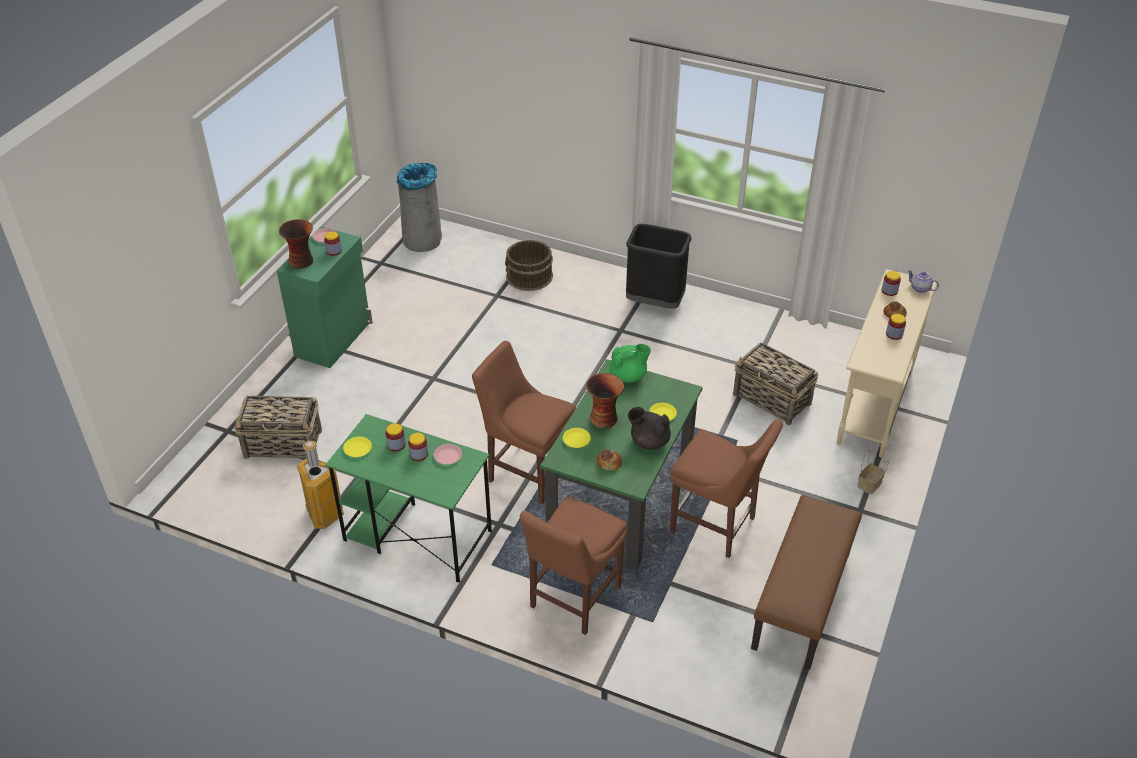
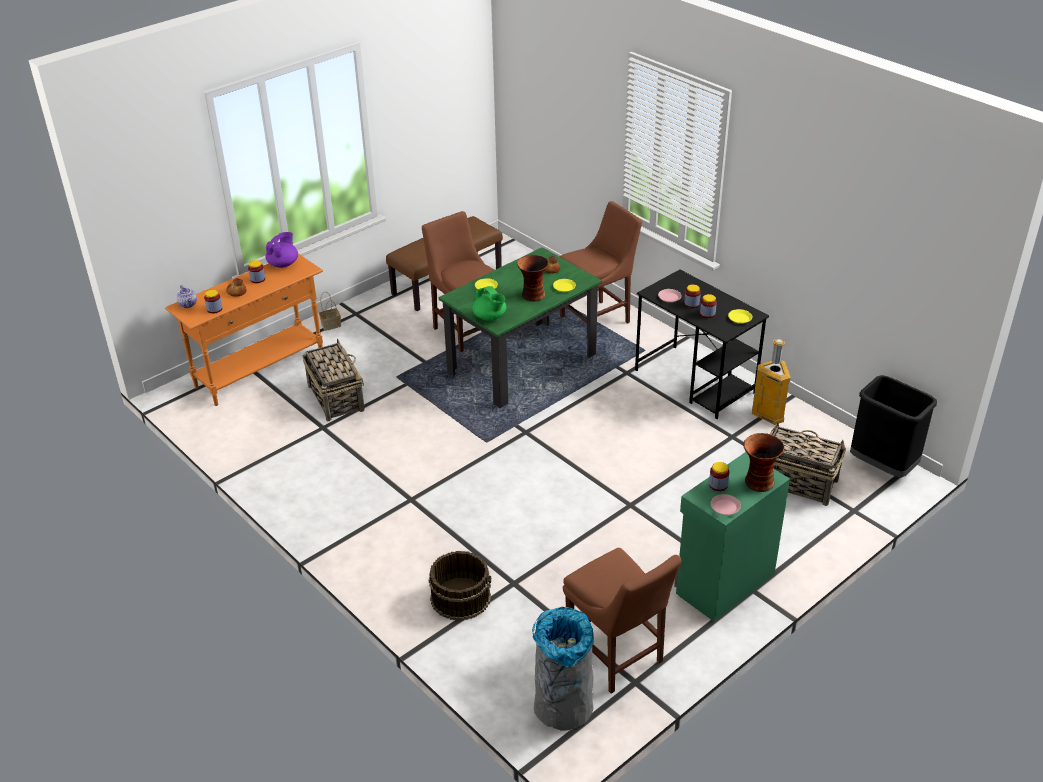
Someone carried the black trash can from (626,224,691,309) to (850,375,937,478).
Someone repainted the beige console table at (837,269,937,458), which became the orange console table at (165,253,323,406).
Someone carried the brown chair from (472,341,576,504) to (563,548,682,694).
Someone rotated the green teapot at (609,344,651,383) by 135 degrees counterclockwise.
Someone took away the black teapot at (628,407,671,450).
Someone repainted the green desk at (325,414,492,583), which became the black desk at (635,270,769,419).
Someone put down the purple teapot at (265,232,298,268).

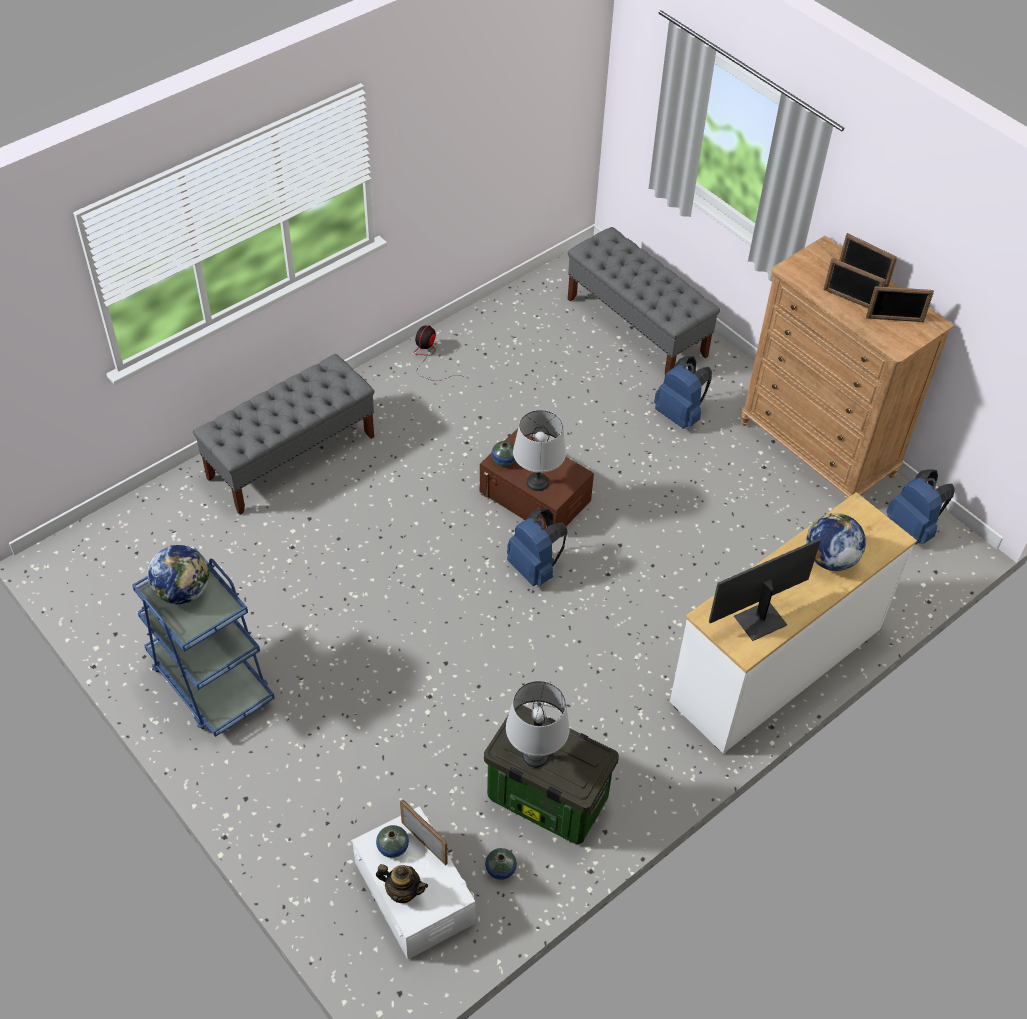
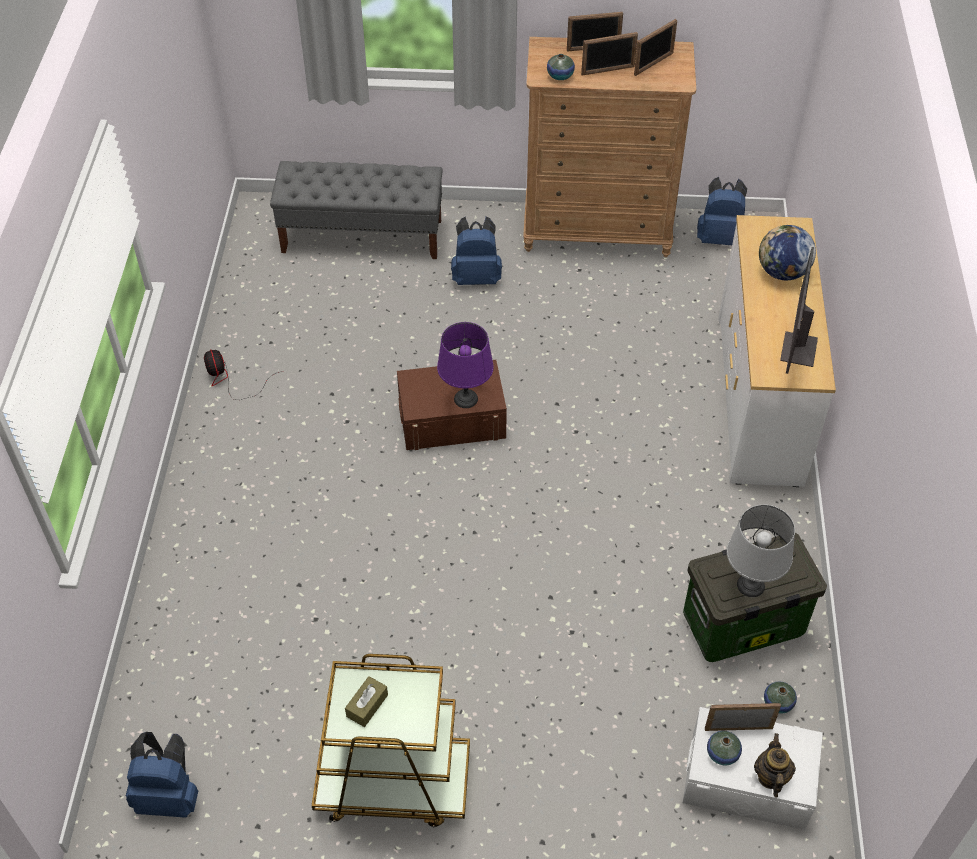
Someone took away the grey bench at (193,354,375,515).
Someone repainted the grey table lamp at (513,410,566,491), which became the purple table lamp at (437,322,494,408).
Someone carried the vase from (491,441,516,466) to (547,54,575,80).
Someone carried the blue backpack from (507,508,568,586) to (126,732,198,818).
Someone swapped the globe at (148,545,209,604) for the brown tissue box at (345,676,388,727).
Someone repainted the blue cart at (132,548,275,737), which became the brown cart at (312,654,470,827).
Someone rotated the teapot at (376,864,428,903) by 60 degrees counterclockwise.

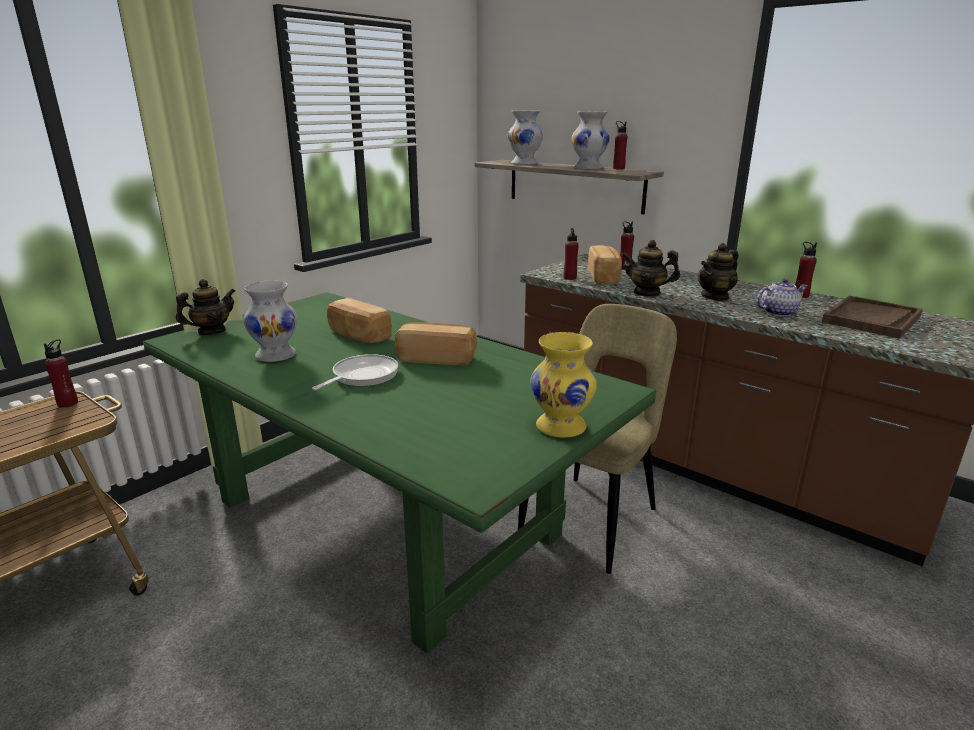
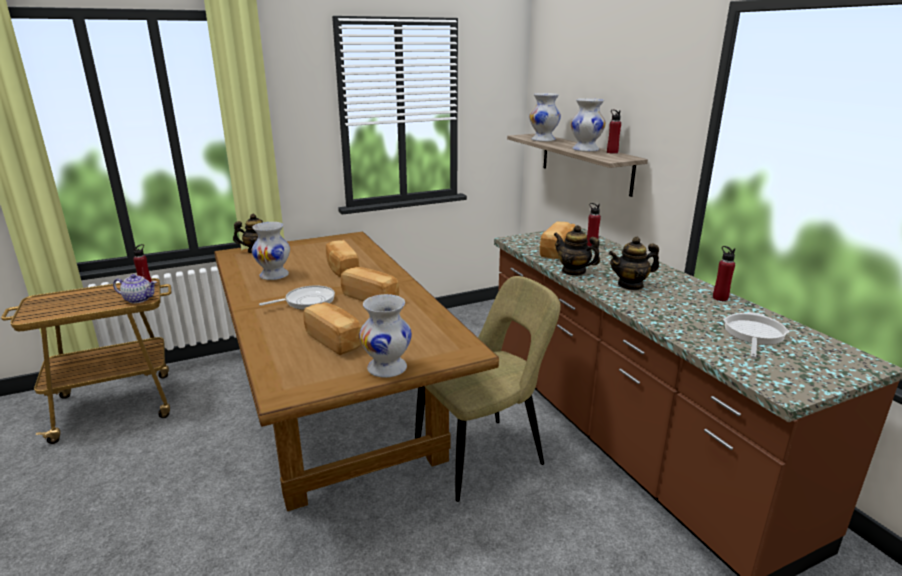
Someone took away the red bottle at (563,228,579,280).
Someone carried the teapot from (756,278,808,317) to (113,274,157,303).
Someone repainted the green dining table at (143,292,656,653), which became the brown dining table at (214,232,499,511).
Someone swapped the brown tray at (822,296,923,339) for the frying pan at (723,312,790,359).
Someone repainted the yellow vase at (530,332,597,438), which became the white vase at (359,294,412,378).
Someone put down the bread at (304,302,362,355).

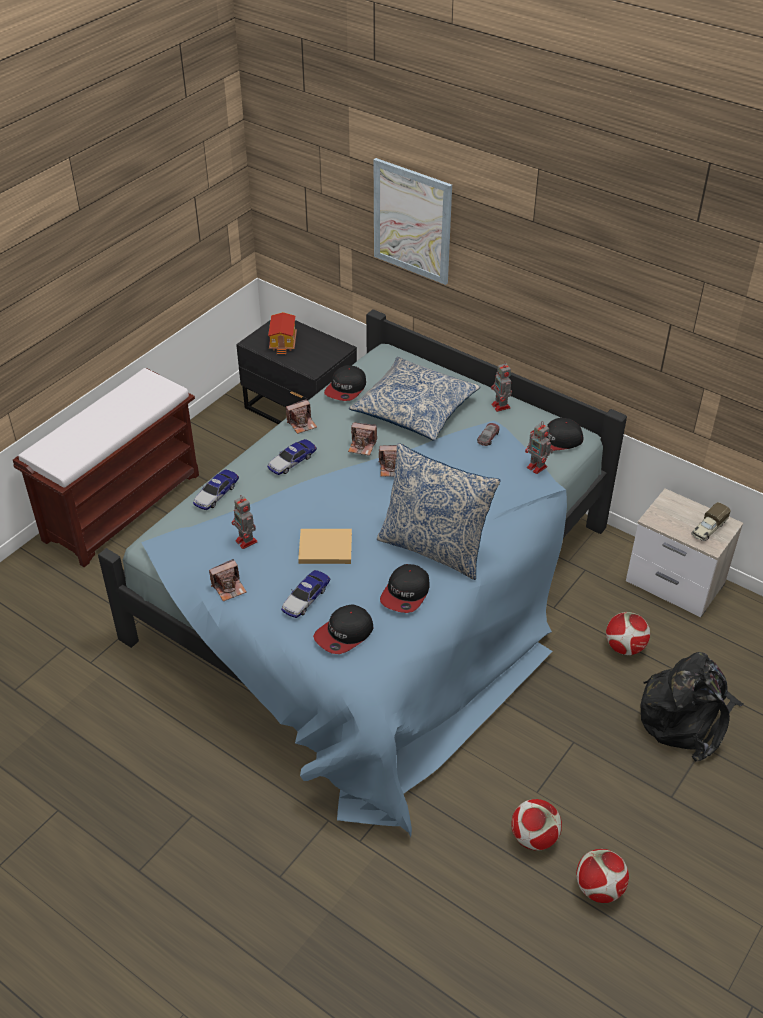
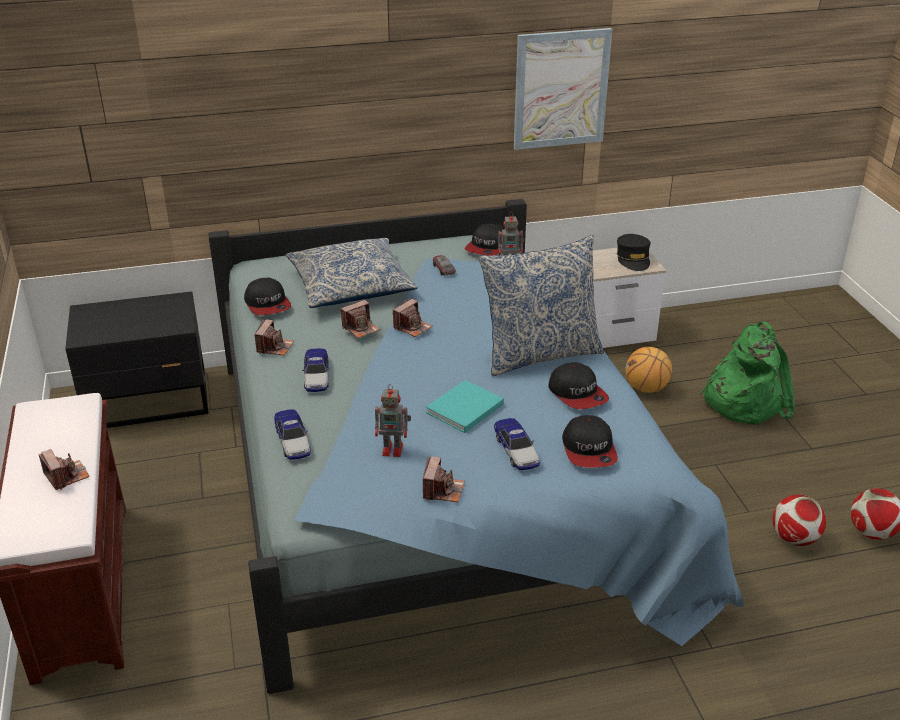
Someone carried the picture from (374,158,452,285) to (514,28,612,150).
Someone took away the toy house at (268,312,297,354).
Someone took away the toy robot at (491,361,512,412).
Someone swapped the toy truck at (691,502,731,541) for the black cap at (617,234,651,271).
Someone repainted the beige book at (298,529,352,564), which became the turquoise book at (426,380,504,433).
Someone swapped the football at (606,612,650,655) for the basketball at (625,347,672,393).
Someone repainted the black backpack at (640,652,743,761), which became the green backpack at (699,322,795,425).
Someone put down the photo camera at (39,449,90,490).

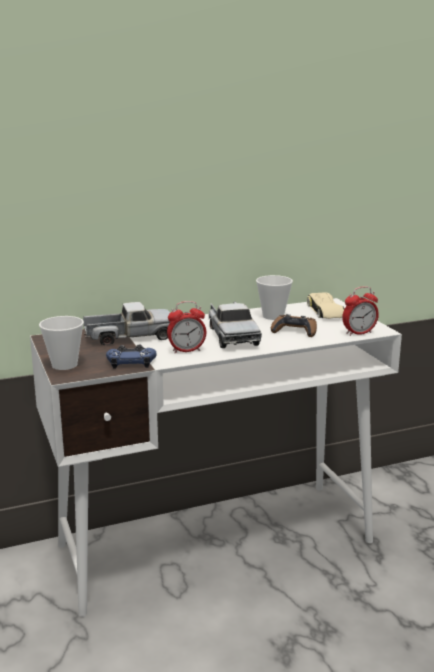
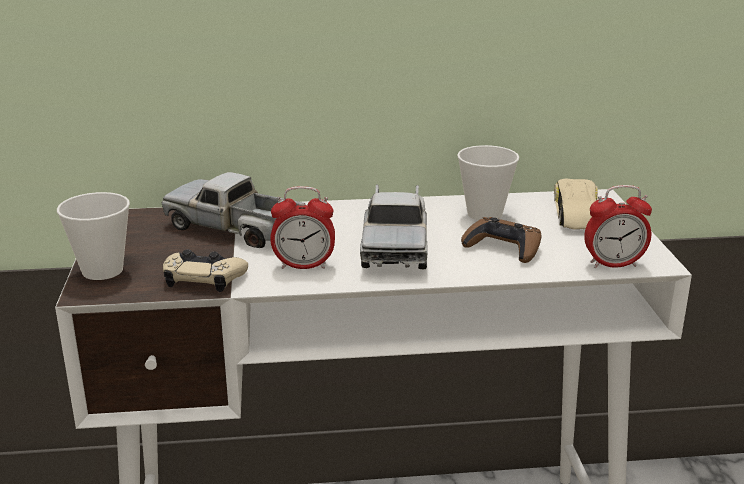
Someone rotated the toy truck at (83,302,171,345) by 150 degrees counterclockwise.
Someone repainted the blue game controller at (106,345,157,369), which became the beige game controller at (163,249,248,292).

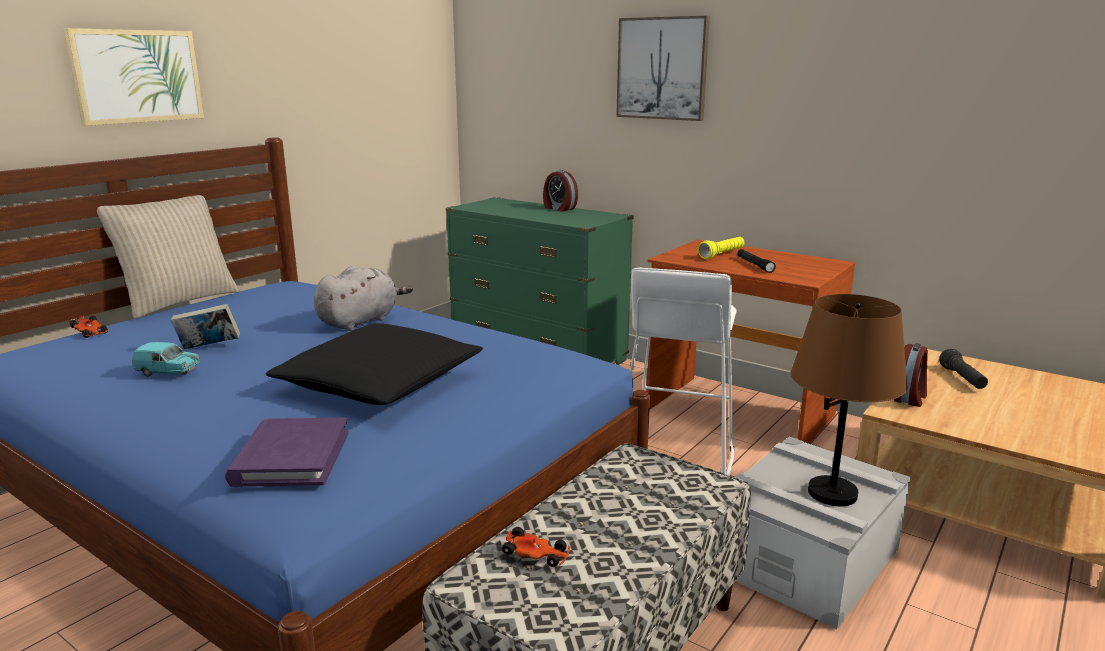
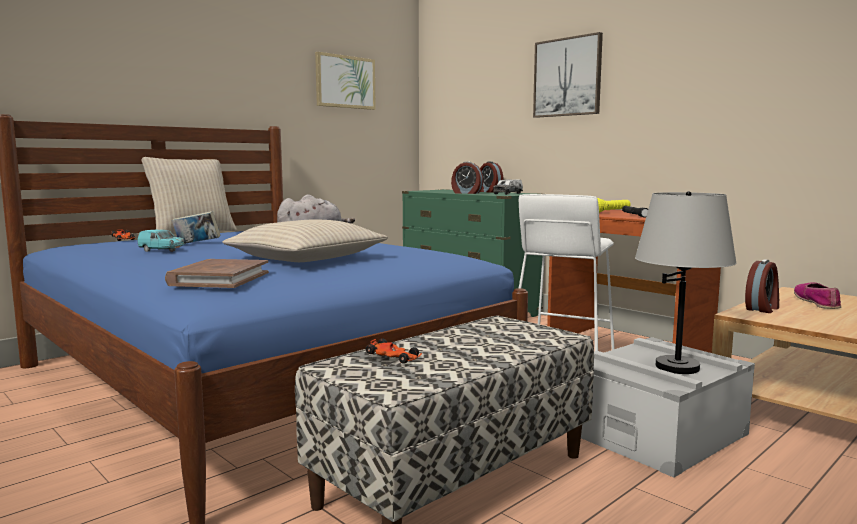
Someone carried the picture from (64,28,204,126) to (315,52,376,110).
Someone repainted the brown table lamp at (790,294,908,506), which became the grey table lamp at (635,191,737,374).
Someone repainted the black pillow at (266,323,482,405), which became the beige pillow at (222,219,388,262).
Someone swapped the black flashlight at (939,349,988,389) for the shoe at (794,282,841,309).
Someone repainted the purple book at (225,418,349,487), which became the brown book at (165,259,269,288).
Someone put down the alarm clock at (451,161,483,194).
Someone put down the toy truck at (493,180,523,195).

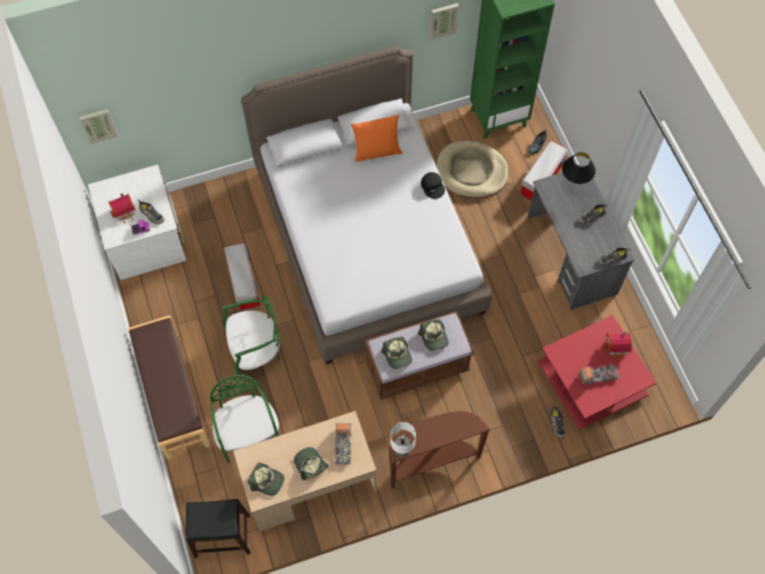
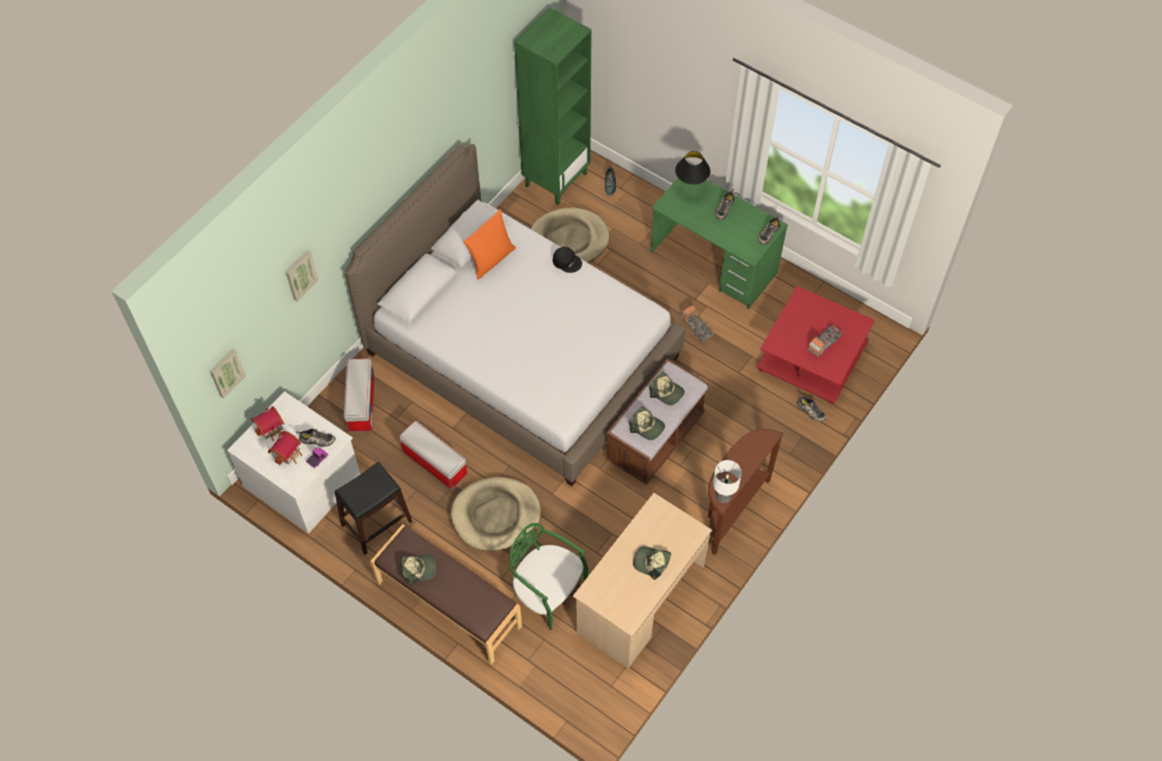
Someone carried the picture from (430,3,459,40) to (286,250,319,302).
Someone carried the storage box from (520,141,568,201) to (344,358,375,432).
Someone repainted the grey desk at (527,165,634,310), which became the green desk at (651,178,788,309).
Someone swapped the green chair at (222,295,280,380) for the beige dog bed at (451,477,541,551).
Someone carried the toy house from (603,332,632,360) to (251,406,284,441).
Someone carried the toy truck from (335,423,351,465) to (680,305,714,342).
Someone carried the cap from (248,463,285,496) to (401,555,436,586).
Someone carried the black stool from (186,499,250,558) to (335,462,413,555).

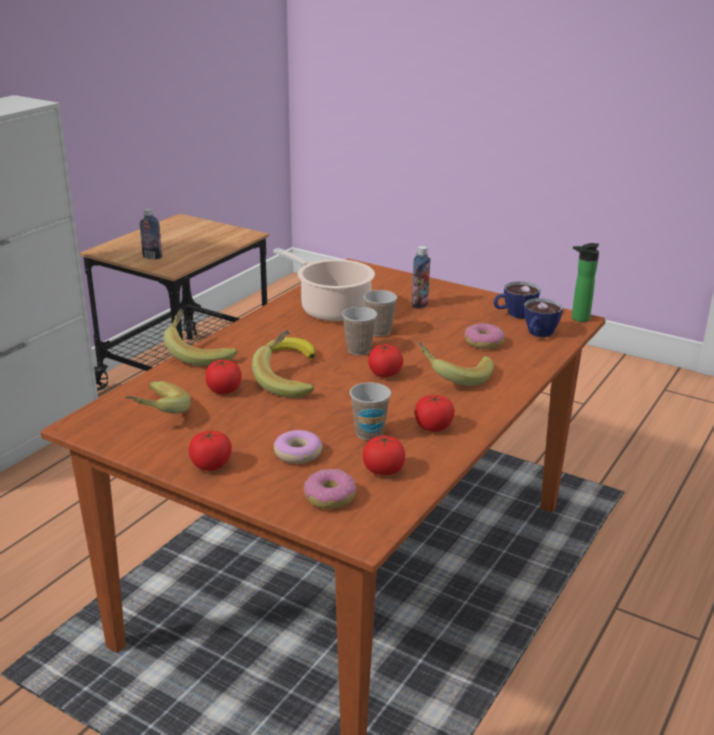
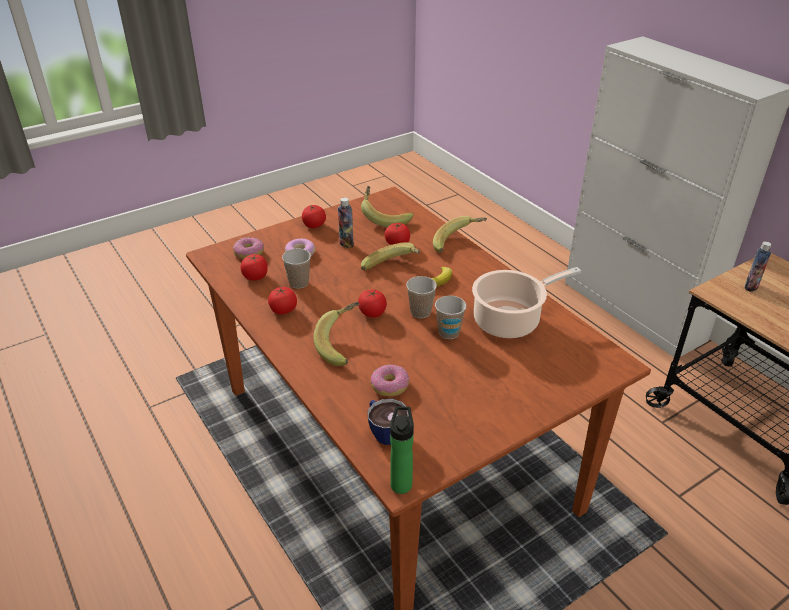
Someone carried the bottle from (412,246,430,309) to (338,197,354,248).
Someone took away the cup at (494,281,541,319).

